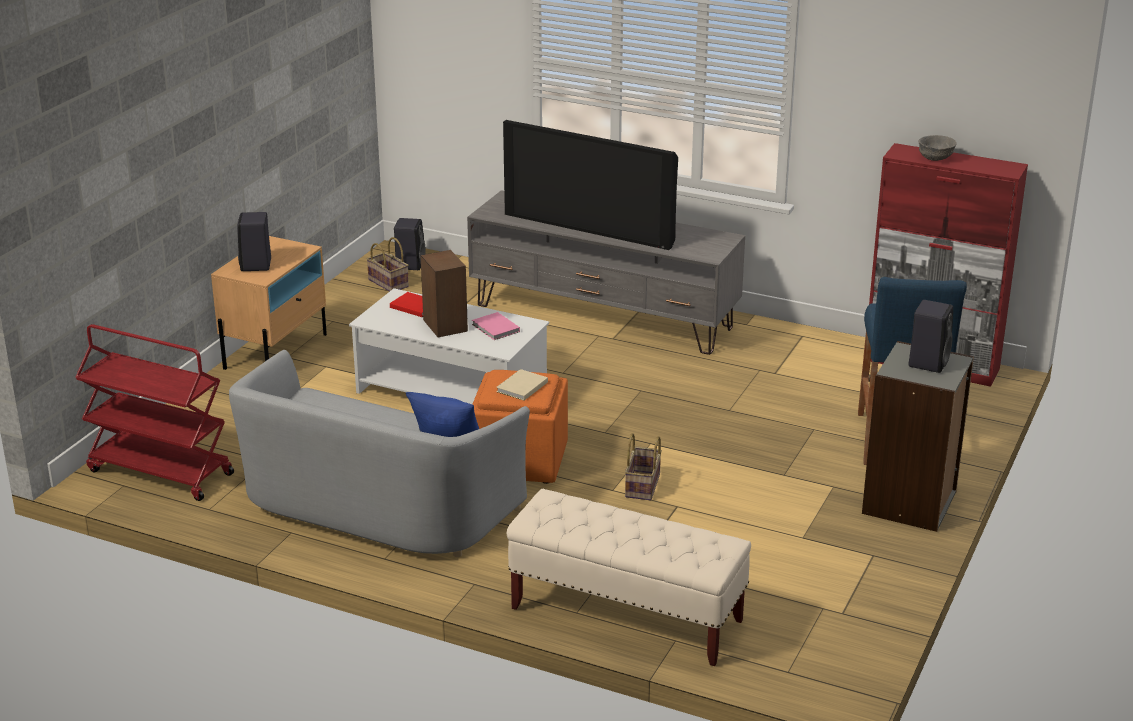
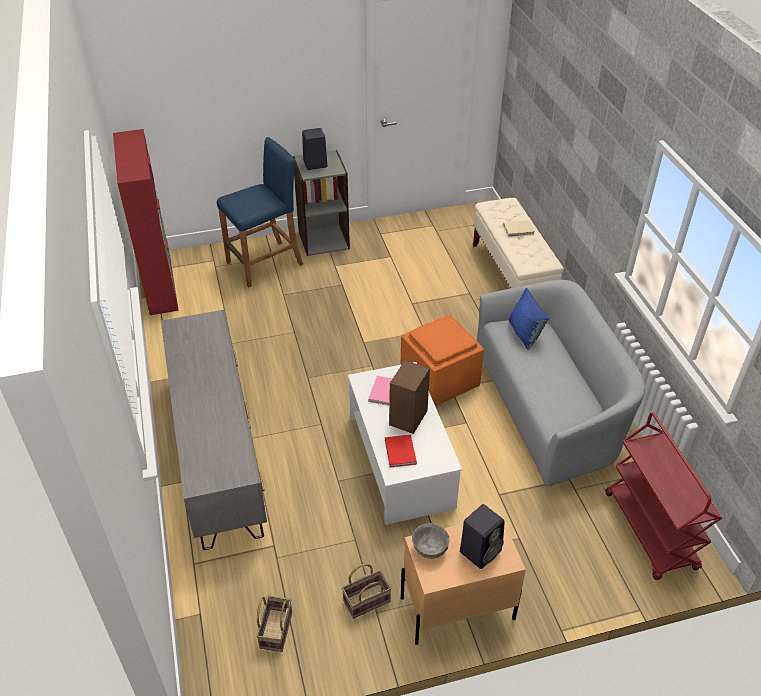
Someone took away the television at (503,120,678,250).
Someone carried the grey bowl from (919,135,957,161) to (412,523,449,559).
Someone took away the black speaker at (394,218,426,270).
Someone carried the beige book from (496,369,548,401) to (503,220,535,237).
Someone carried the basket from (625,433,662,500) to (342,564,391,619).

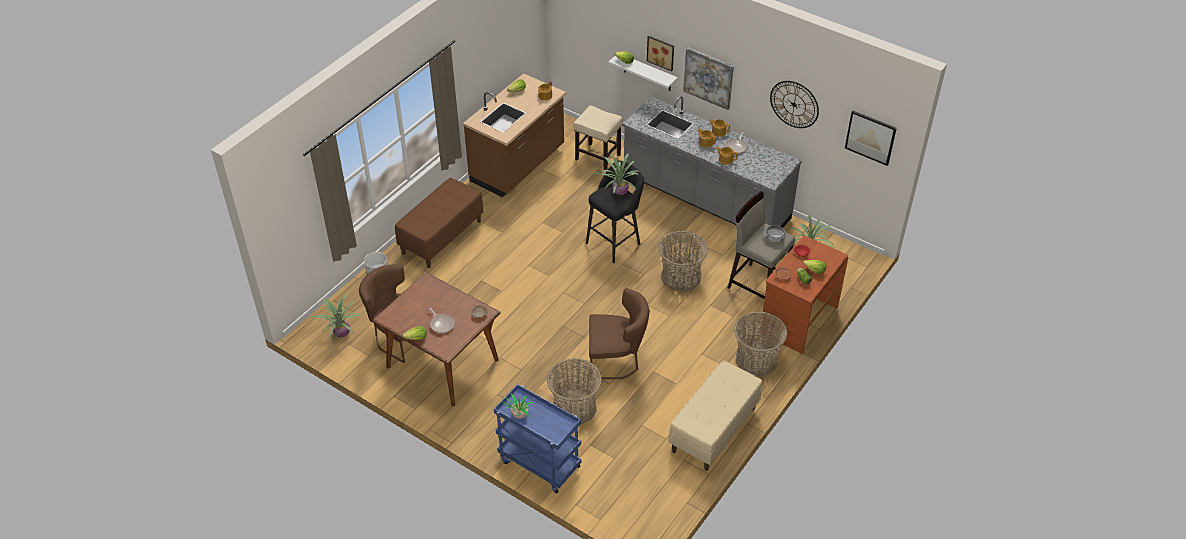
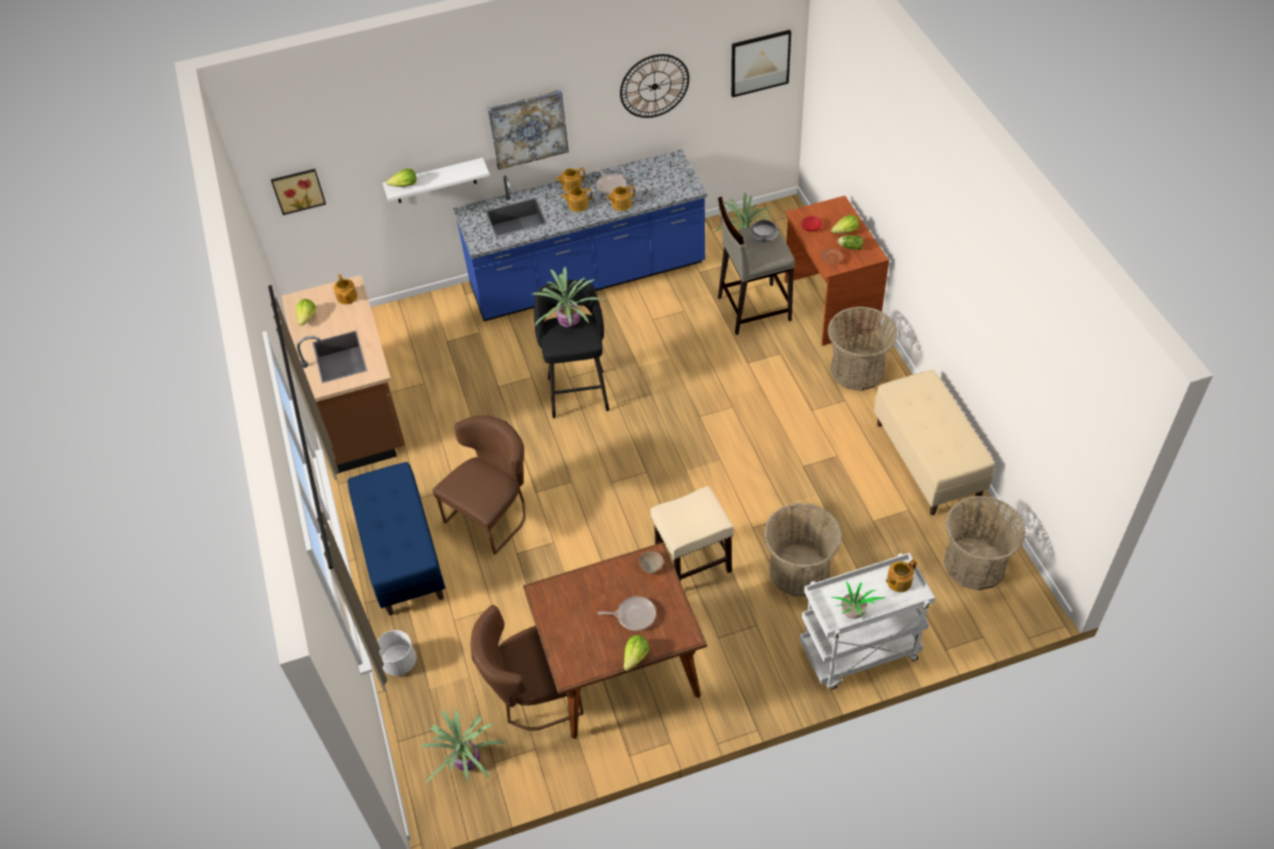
Someone carried the picture from (647,36,674,71) to (271,169,326,215).
Someone repainted the grey counter at (622,96,802,228), which became the blue counter at (453,149,707,321).
Someone carried the beige stool from (573,105,622,172) to (650,486,734,582).
Someone repainted the brown bench at (395,178,483,268), which became the blue bench at (348,462,445,615).
Someone carried the basket from (658,231,708,292) to (943,496,1026,590).
Someone carried the brown chair from (589,288,650,379) to (433,415,526,555).
Someone repainted the blue cart at (494,384,581,493), which became the white cart at (800,553,935,689).
Someone put down the teapot at (886,559,917,592).

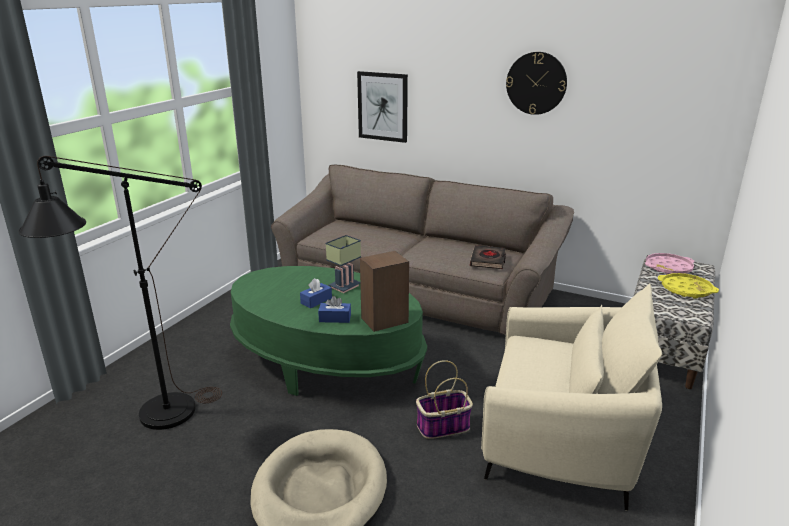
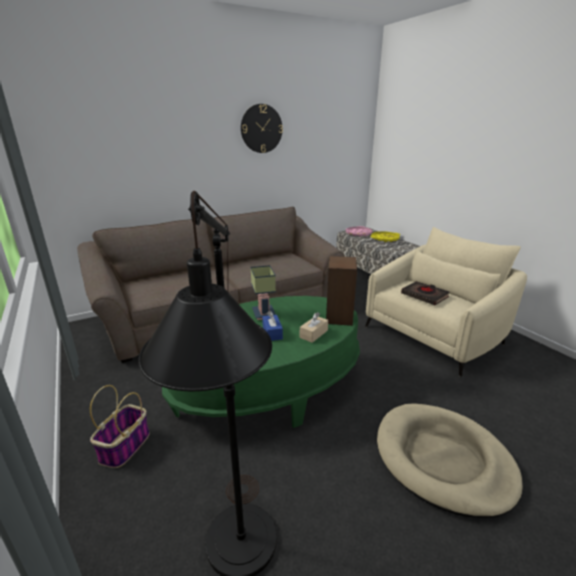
Someone took away the picture at (357,71,408,143).
Someone carried the black book from (470,245,506,269) to (401,281,450,305).
Someone repainted the blue tissue box at (318,296,351,323), which became the beige tissue box at (300,313,328,343).
Someone carried the basket from (416,360,473,439) to (90,385,150,468).

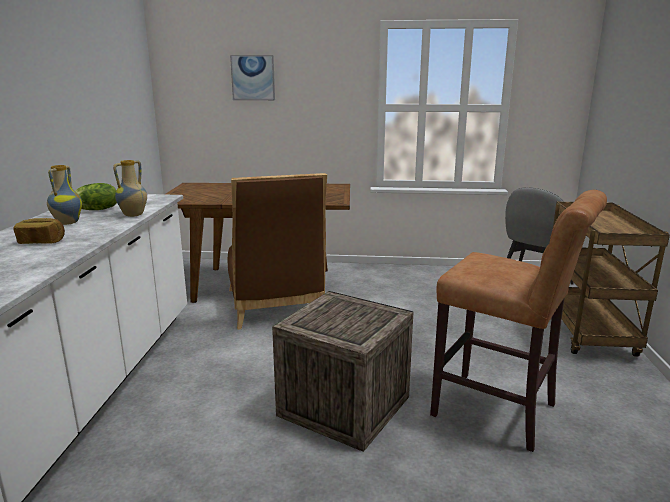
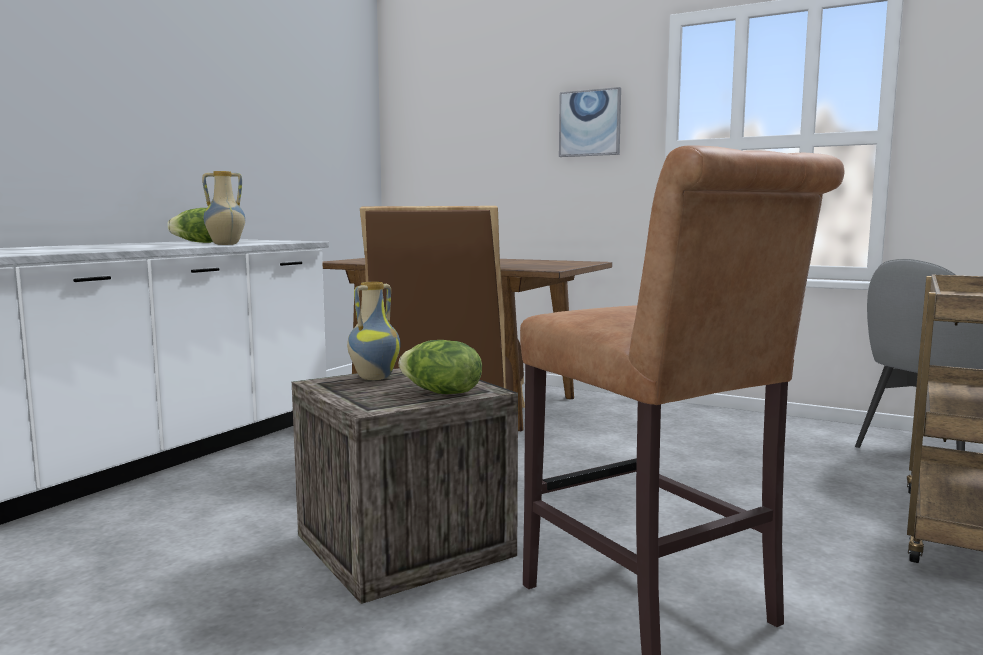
Someone carried the picture from (230,55,275,100) to (559,87,621,157).
Someone carried the vase from (47,165,82,225) to (347,282,400,380).
Someone took away the bread at (13,218,65,244).
Someone put down the lettuce at (399,340,482,394).

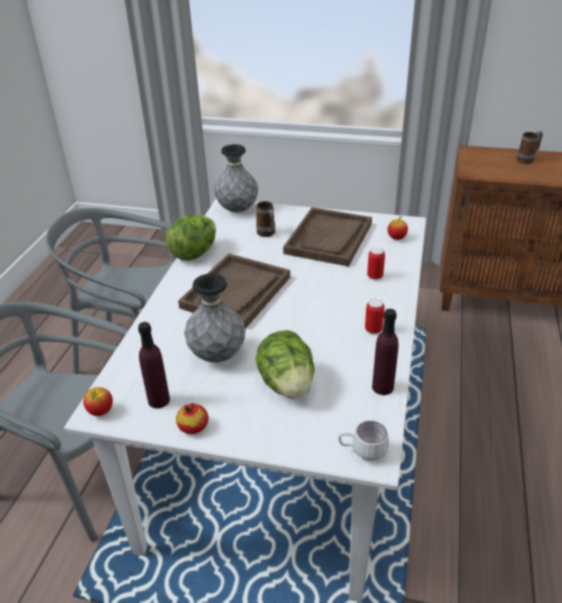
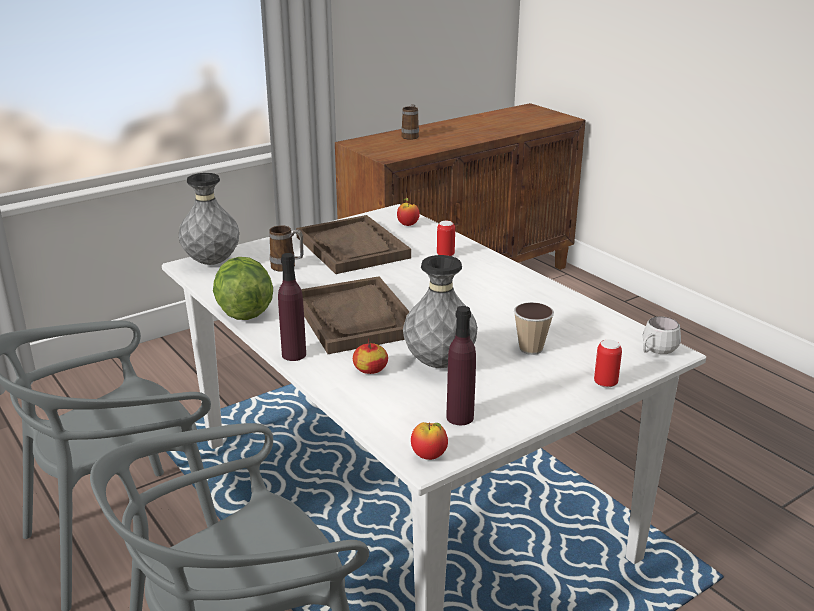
Someone carried the can from (365,299,385,334) to (594,339,622,388).
Someone carried the purple bottle from (372,309,399,395) to (278,253,306,361).
Someone swapped the lettuce at (256,330,315,399) for the cup at (514,302,554,355).
Someone carried the apple from (176,403,209,434) to (353,339,388,374).

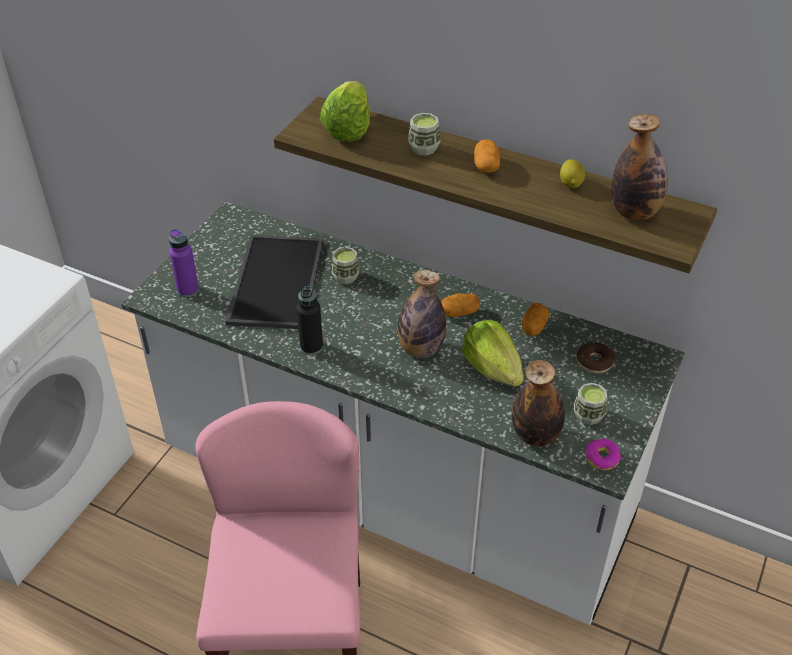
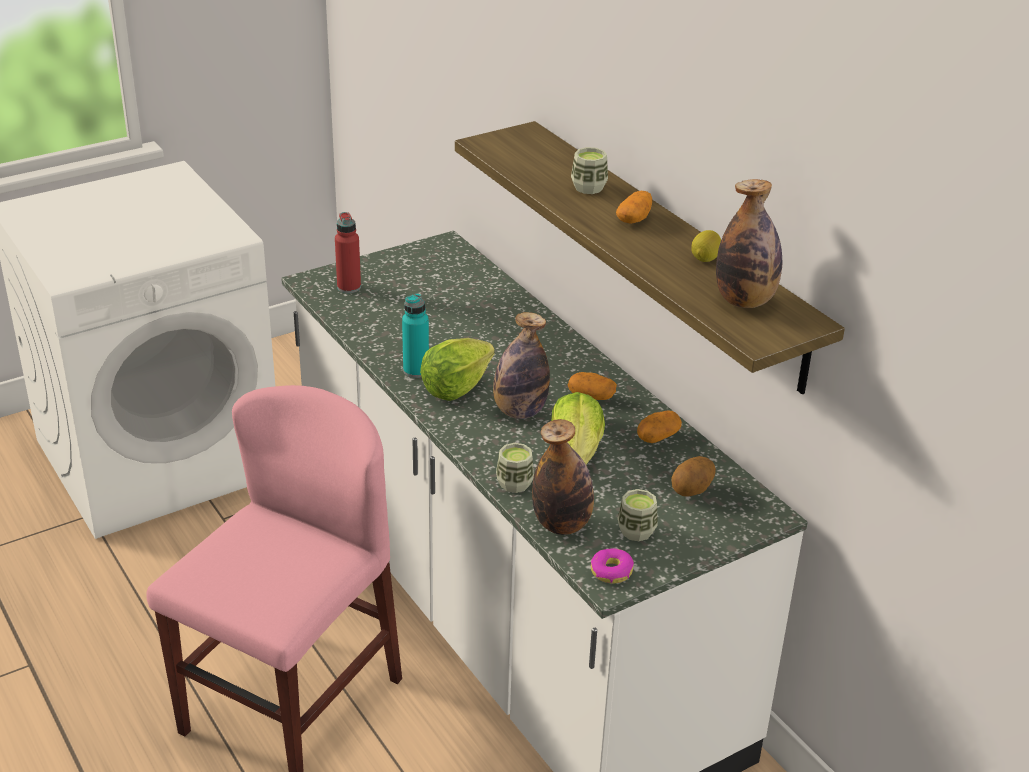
Someone carried the lettuce from (320,81,370,141) to (420,338,495,401).
Someone repainted the purple bottle at (169,229,199,297), which became the red bottle at (335,212,361,293).
Someone took away the tray at (225,235,324,329).
Someone carried the cup from (332,247,359,284) to (496,443,534,493).
Someone repainted the black bottle at (296,286,323,355), which became the turquoise bottle at (402,293,429,378).
Someone swapped the donut at (577,342,615,374) for the potato at (672,456,716,497).

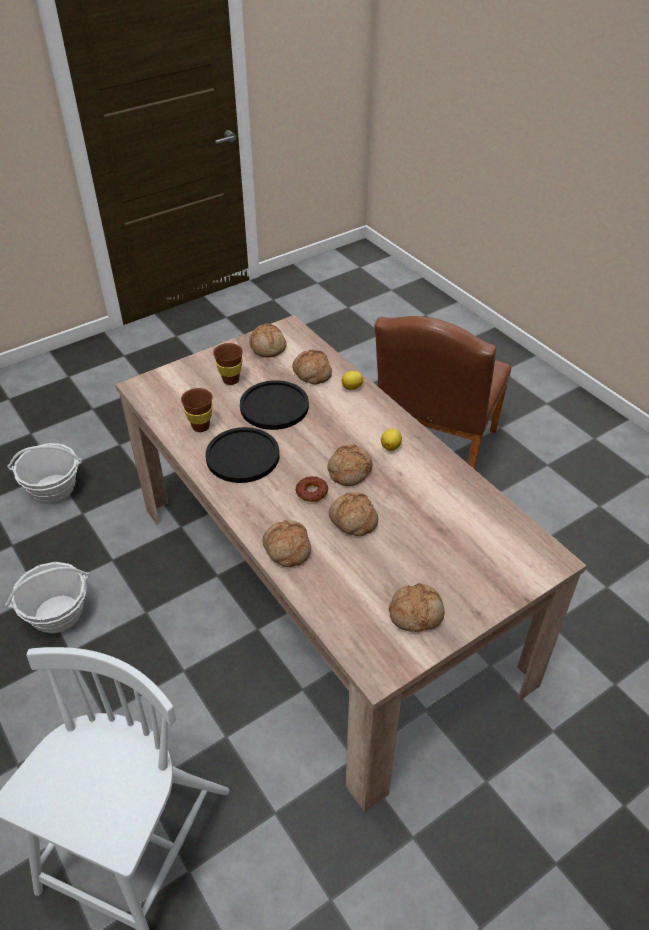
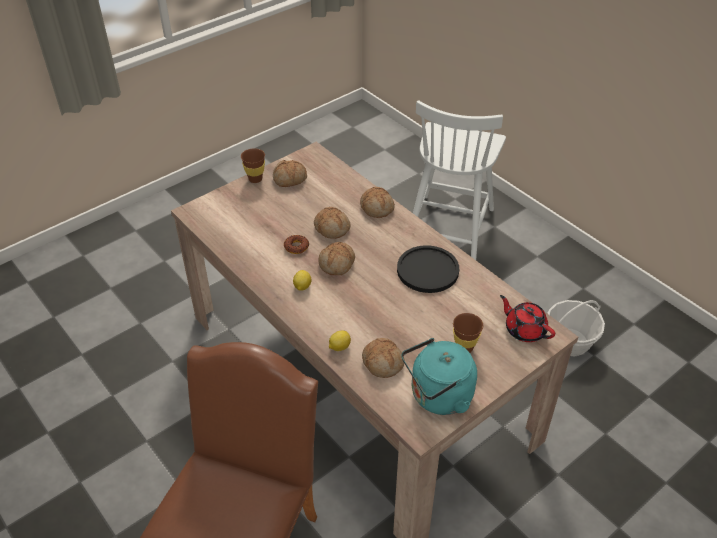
Someone swapped the bread at (249,324,287,358) for the turquoise kettle at (401,338,477,415).
Someone took away the black plate at (240,380,309,430).
Someone carried the brown cup from (181,388,213,432) to (241,148,265,183).
Someone took away the basket at (7,443,82,503).
Someone carried the donut from (296,476,328,502) to (284,235,309,254).
Someone put down the red teapot at (500,295,555,342).

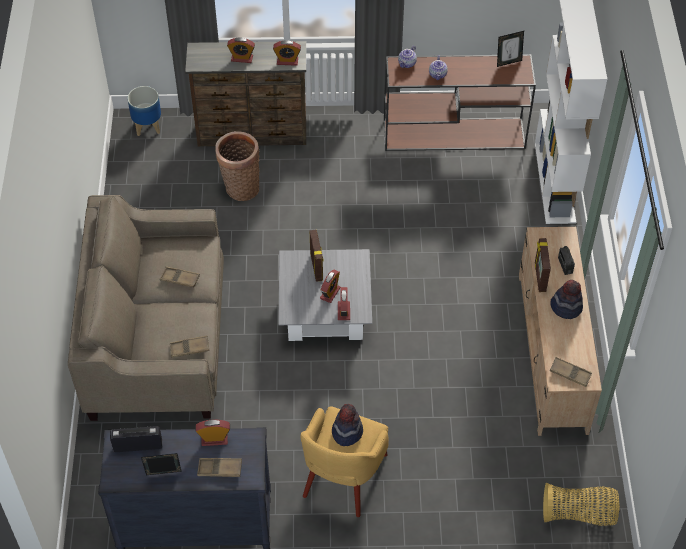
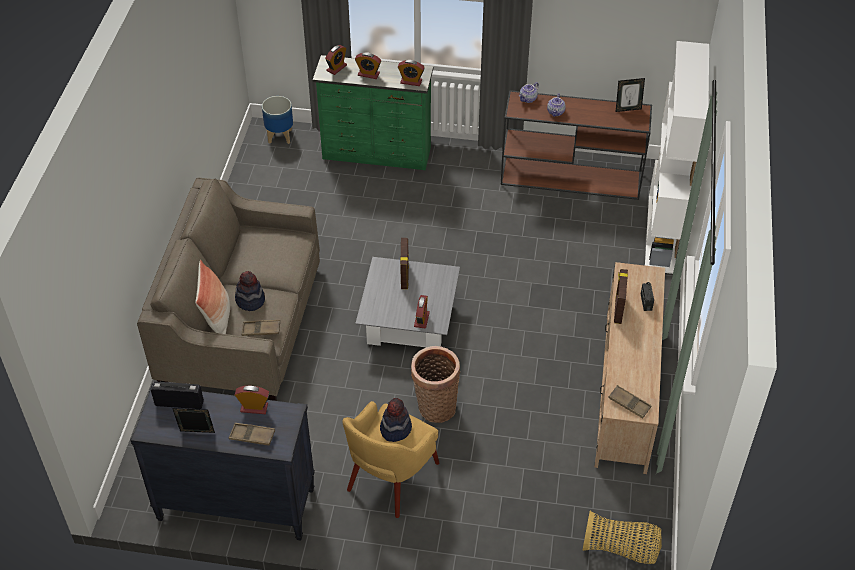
Someone repainted the brown dresser at (185,41,306,146), which became the green dresser at (313,55,433,170).
Someone carried the basket from (215,131,260,201) to (411,346,460,423).
Someone took away the brown tray at (160,267,200,288).
Someone carried the alarm clock from (320,270,340,303) to (325,45,347,75).
Someone carried the hat from (550,280,583,319) to (235,271,265,311).
Someone put down the pillow at (196,259,230,334).

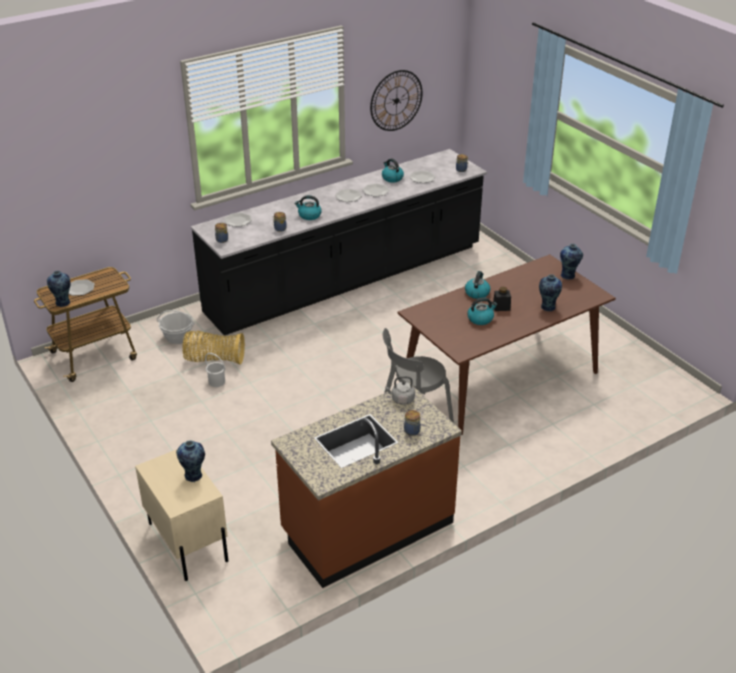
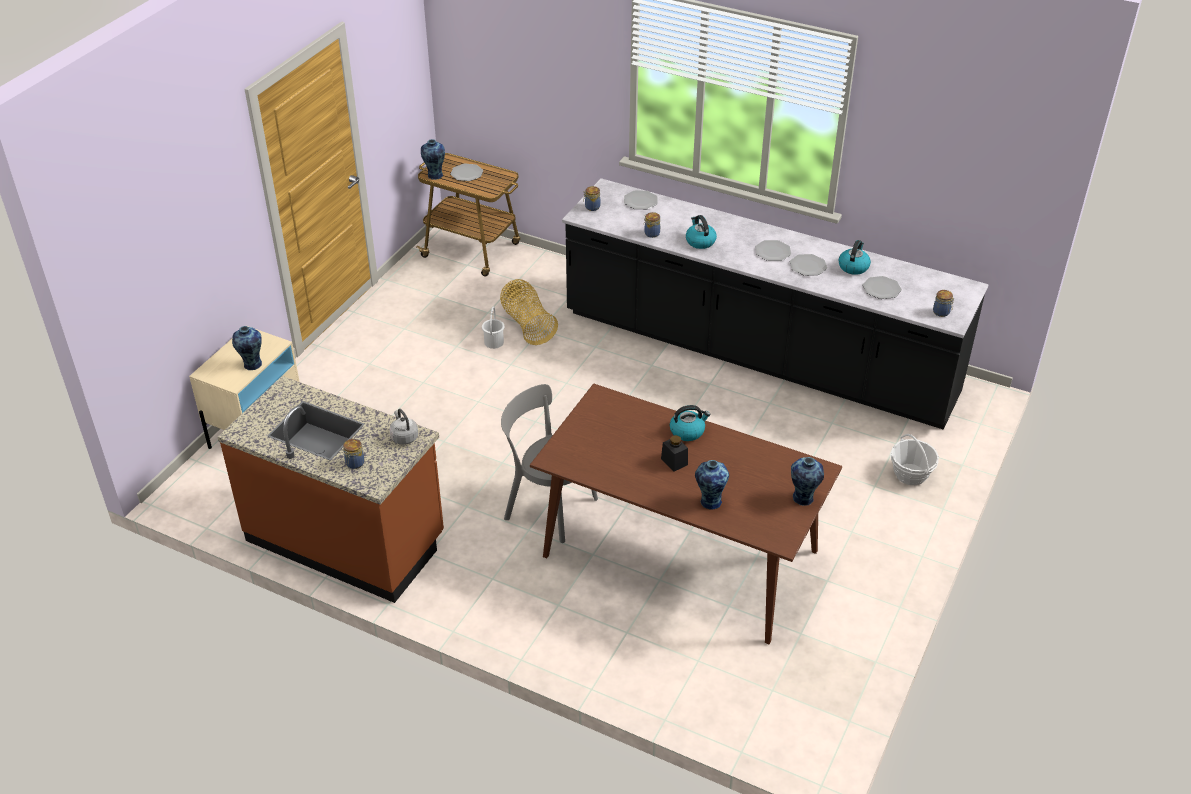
Someone took away the wall clock at (370,70,423,131).
Someone took away the kettle at (467,297,497,325).
Someone carried the basket from (157,310,195,344) to (890,434,939,485).

